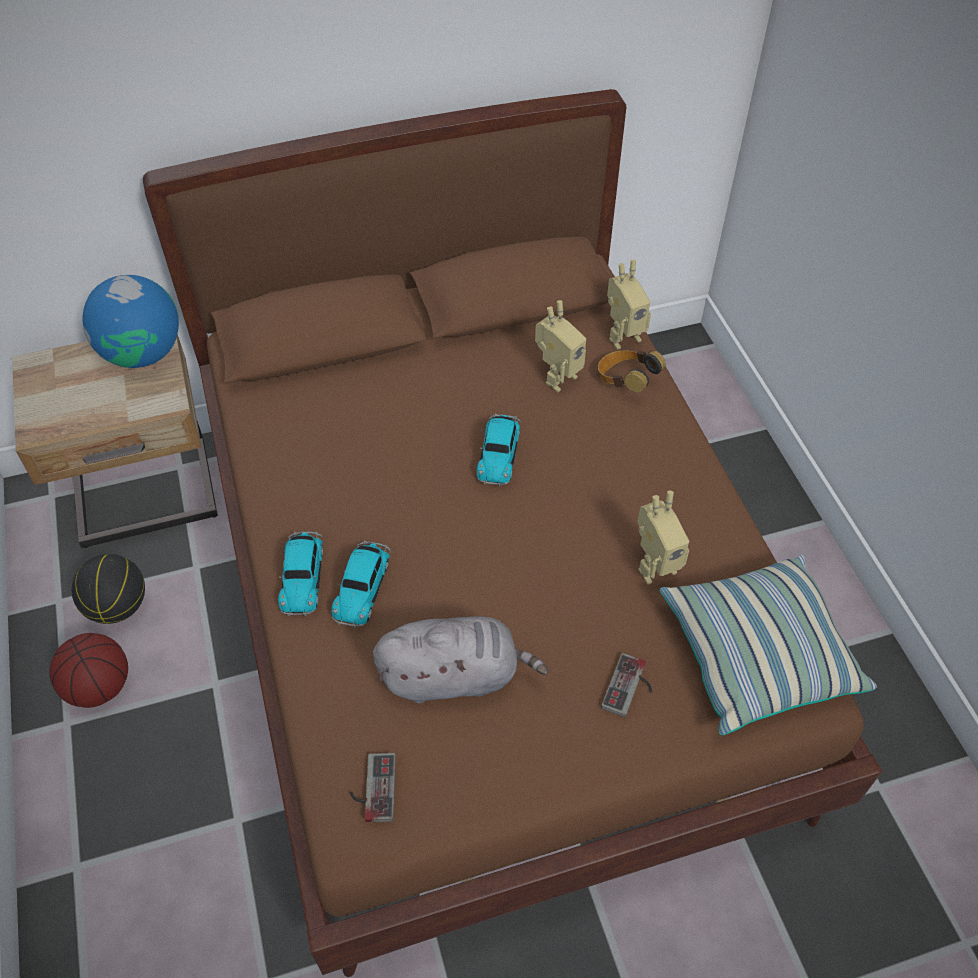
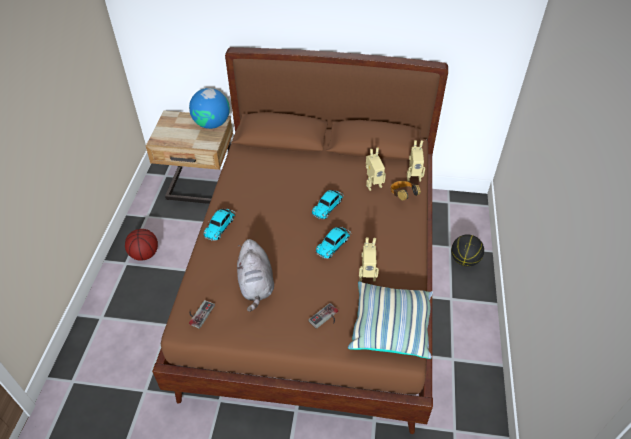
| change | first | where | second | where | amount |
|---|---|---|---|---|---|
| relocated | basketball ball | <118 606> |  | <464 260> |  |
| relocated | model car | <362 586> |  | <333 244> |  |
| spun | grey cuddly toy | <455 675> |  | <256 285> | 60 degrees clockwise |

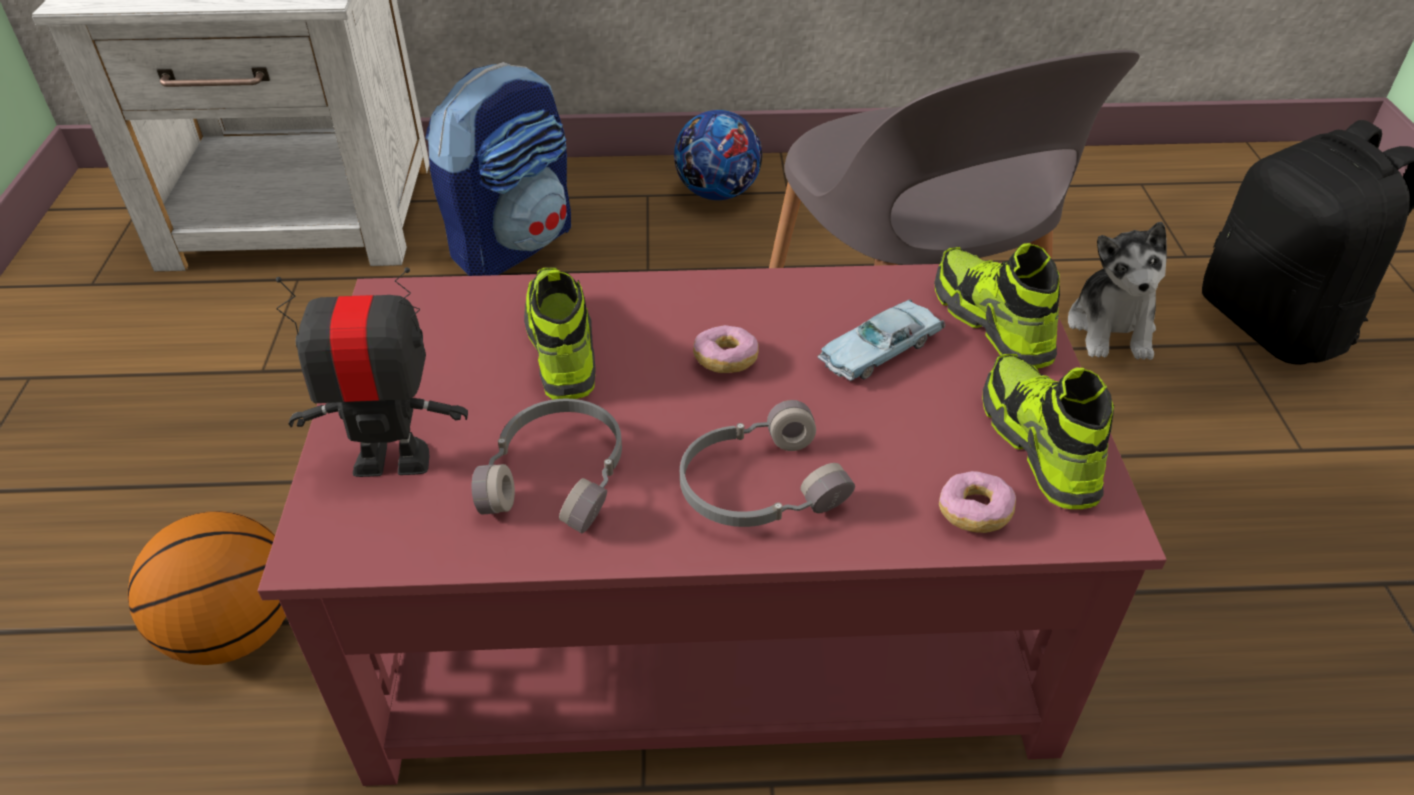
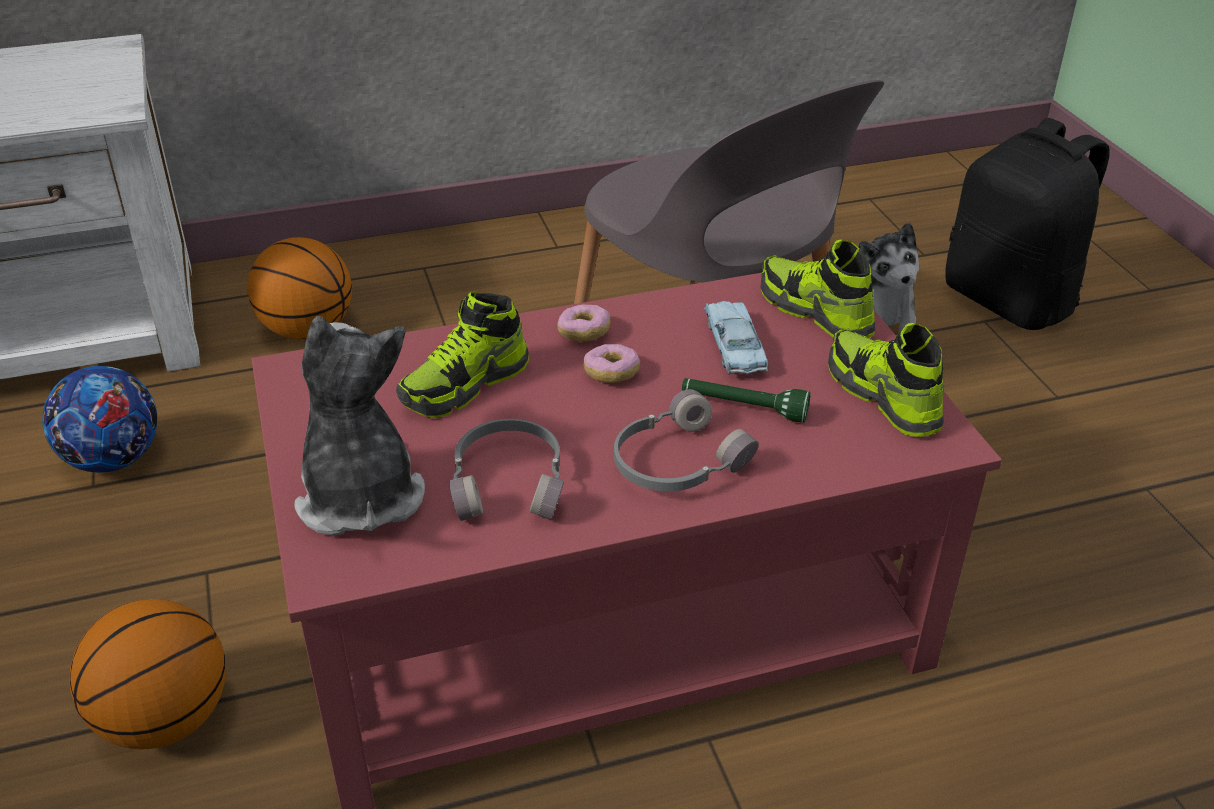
| change | first | where | second | where | amount |
|---|---|---|---|---|---|
| appeared |  |  | greenish flashlight | <743 408> |  |
| relocated | ball for football | <717 193> |  | <113 459> |  |
| relocated | donut | <974 513> |  | <584 333> |  |
| exchanged | robot figure | <392 460> | cuddly toy | <359 495> |  |
| exchanged | knapsack | <513 243> | basketball ball | <307 330> |  |
| spun | item of footwear | <560 347> |  | <465 385> | 105 degrees counterclockwise |
| spun | blue-coloured model car | <880 350> |  | <734 346> | 135 degrees clockwise |

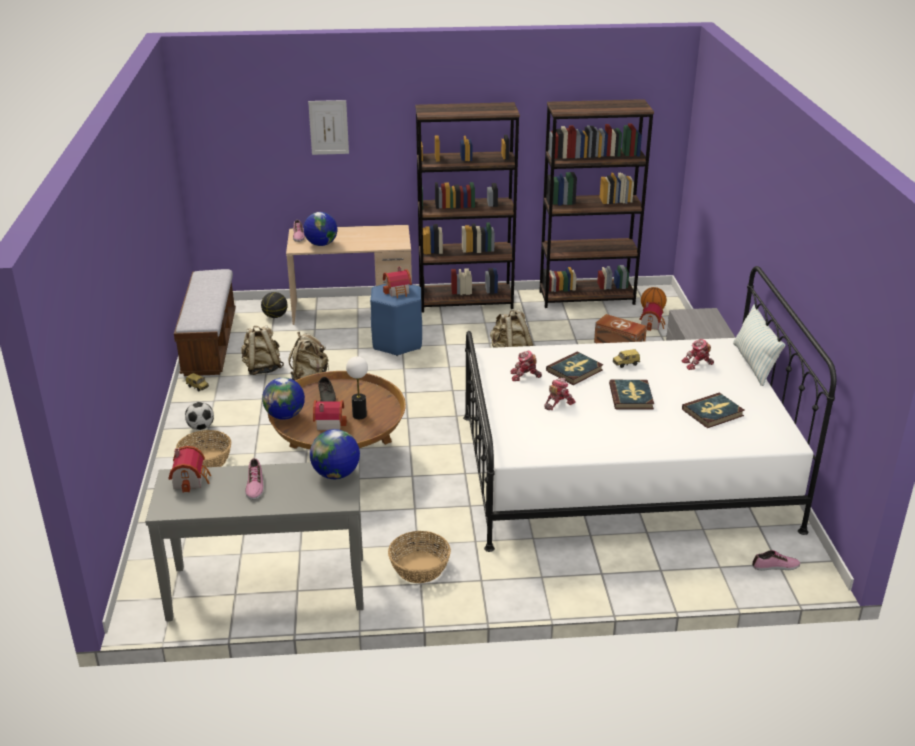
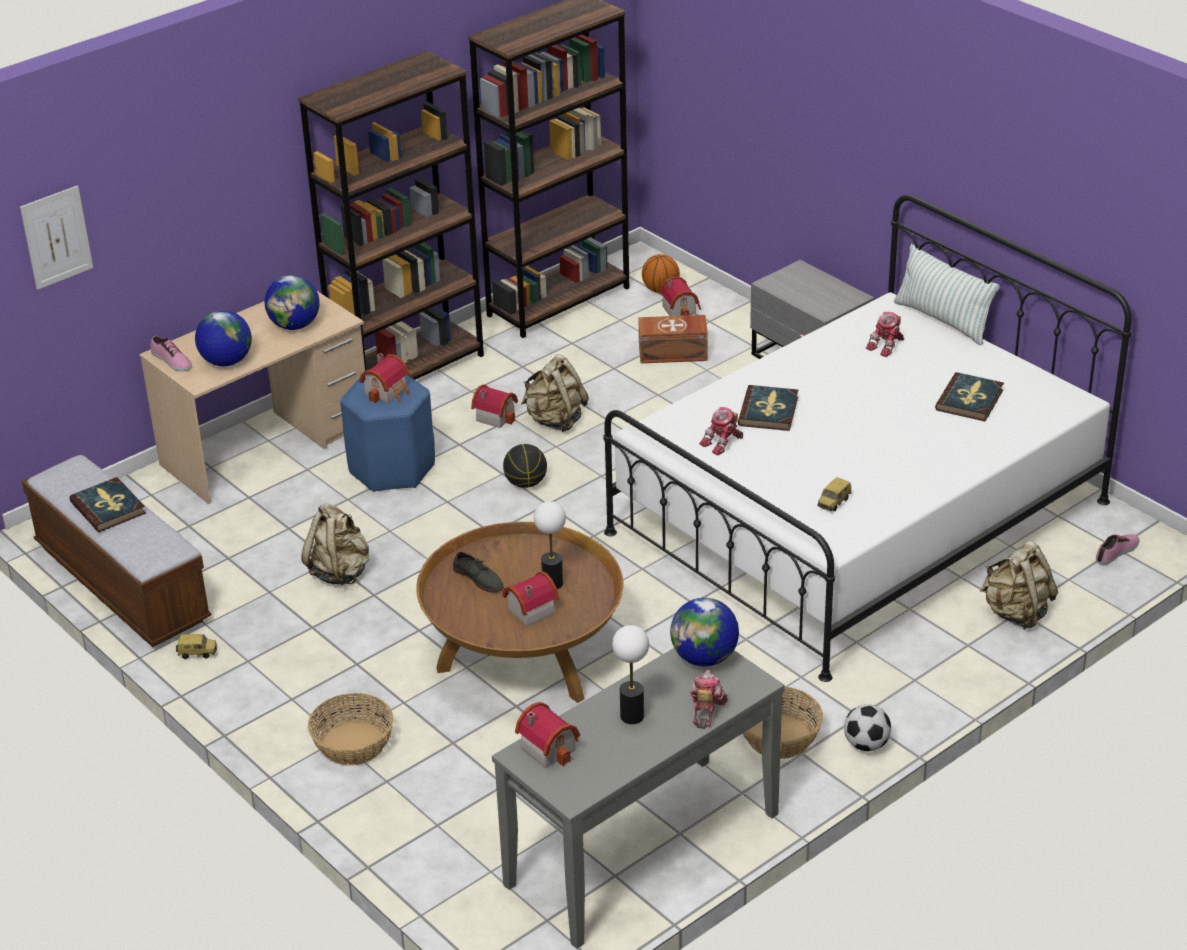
| change | first | where | second | where | amount |
|---|---|---|---|---|---|
| appeared |  |  | model house | <495 416> |  |
| relocated | ball for football | <201 427> |  | <866 745> |  |
| relocated | beige-coloured knapsack | <262 369> |  | <1016 613> |  |
| relocated | basketball ball | <275 316> |  | <526 483> |  |
| relocated | desk globe | <285 416> |  | <295 325> |  |
| relocated | wall art | <328 127> |  | <56 237> |  |
| relocated | robot figure | <558 403> |  | <706 710> |  |
| relocated | book | <631 397> |  | <108 508> |  |
| relocated | model car | <626 364> |  | <834 503> |  |
| exchanged | item of footwear | <254 485> | tabletop lamp | <632 716> |  |

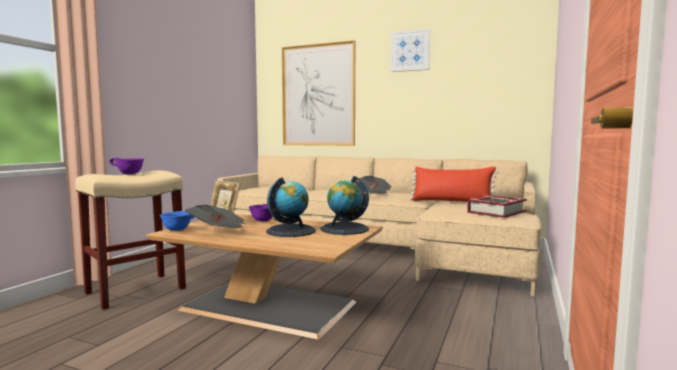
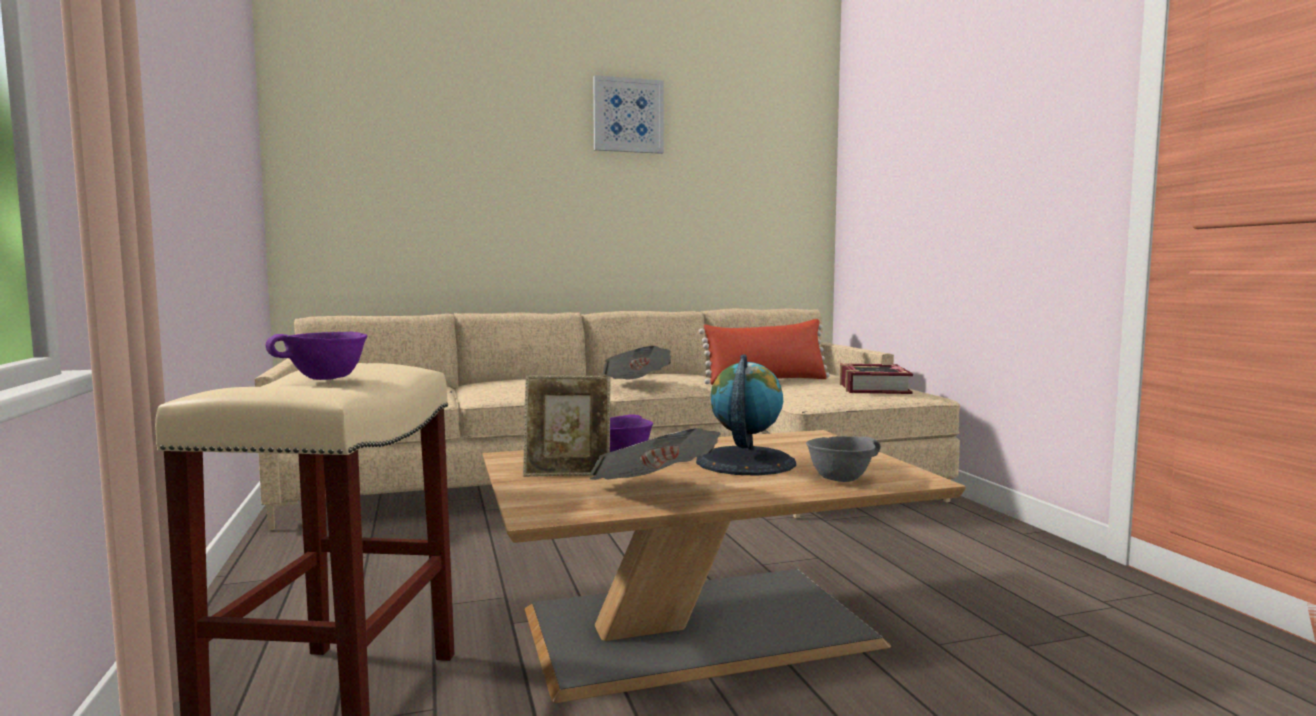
| change | first | where | second | where | amount |
|---|---|---|---|---|---|
| missing | blue-coloured bowl | <177 230> |  |  |  |
| missing | wall art | <318 95> |  |  |  |
| missing | desk globe | <344 229> |  |  |  |
| appeared |  |  | grey bowl | <840 479> |  |

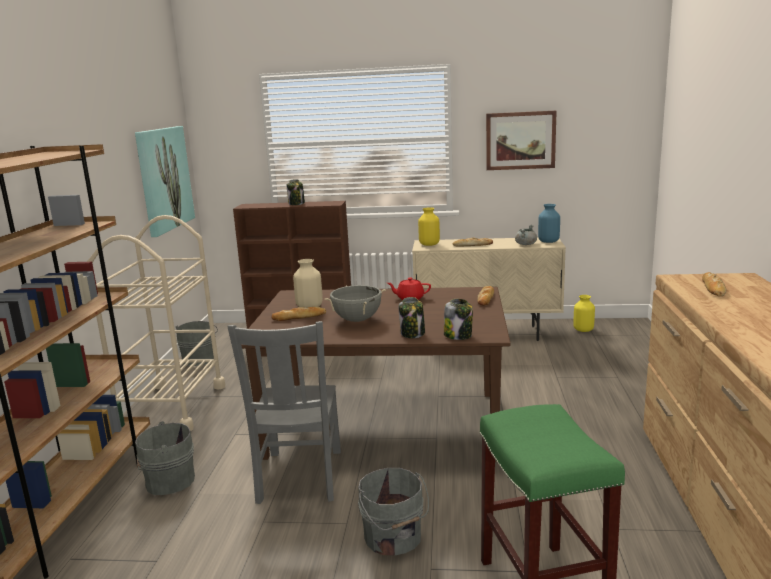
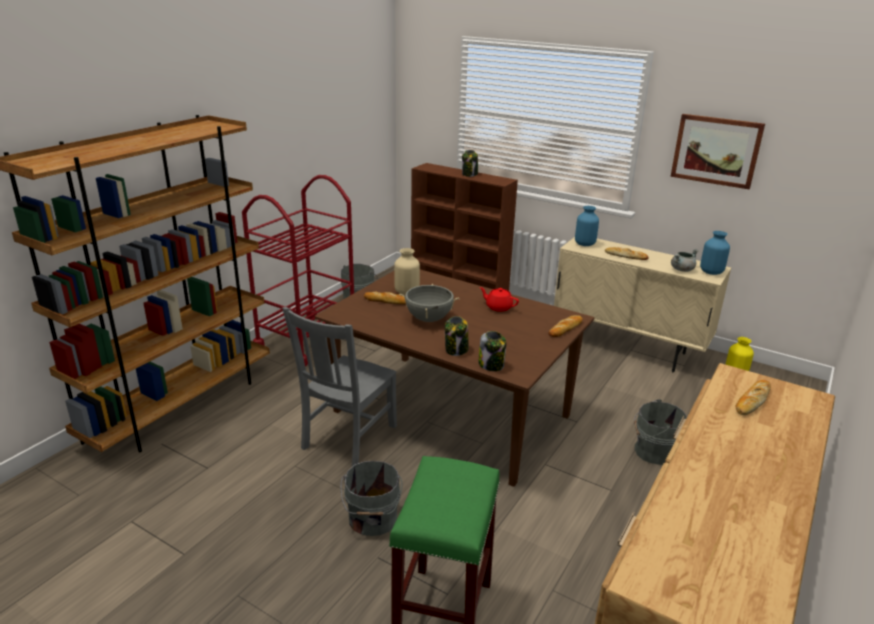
| change | first | where | second | where | amount |
|---|---|---|---|---|---|
| missing | wall art | <164 179> |  |  |  |
| relocated | grey water bucket | <167 481> |  | <653 451> |  |
| colour | beige-coloured cart | <172 407> | red-coloured cart | <307 339> |  |
| colour | yellowish flower vase | <429 244> | blue-coloured flower vase | <585 244> |  |

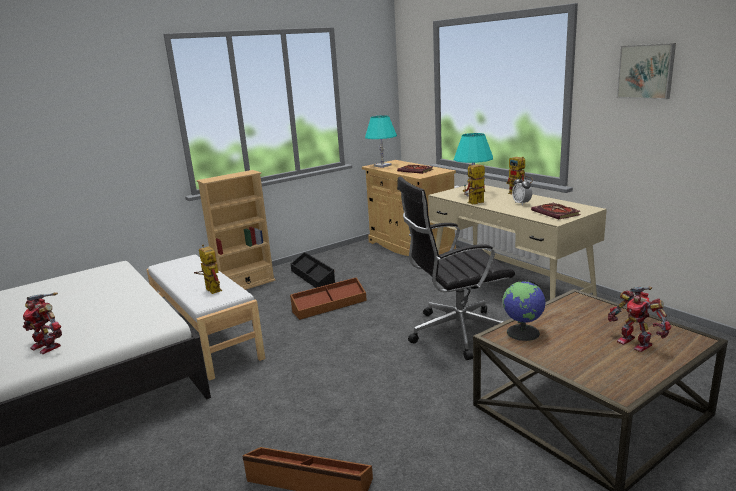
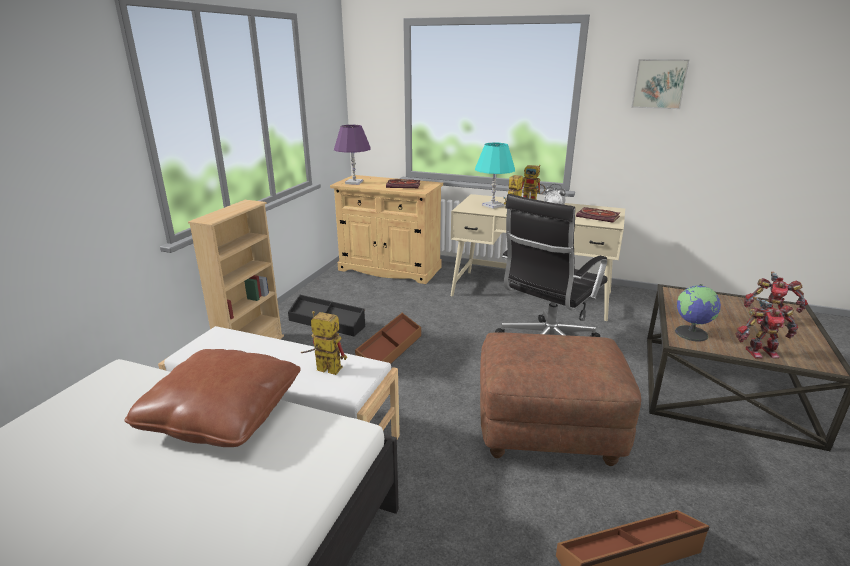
| change | first | where | second | where | amount |
|---|---|---|---|---|---|
| appeared |  |  | brown-coloured throw pillow | <223 414> |  |
| appeared |  |  | brown-coloured pouffe | <548 430> |  |
| relocated | robot figure | <48 346> |  | <760 352> |  |
| colour | blue-green tabletop lamp | <382 166> | purplish tabletop lamp | <354 182> |  |

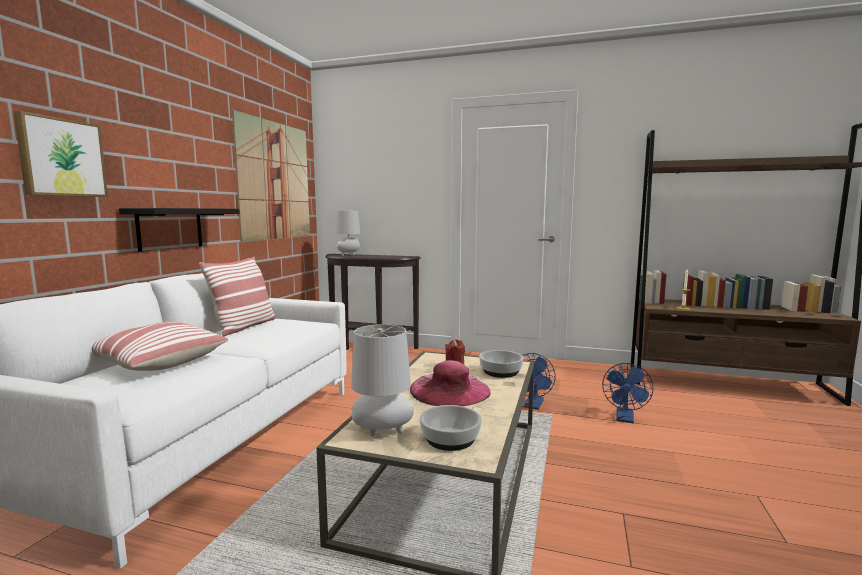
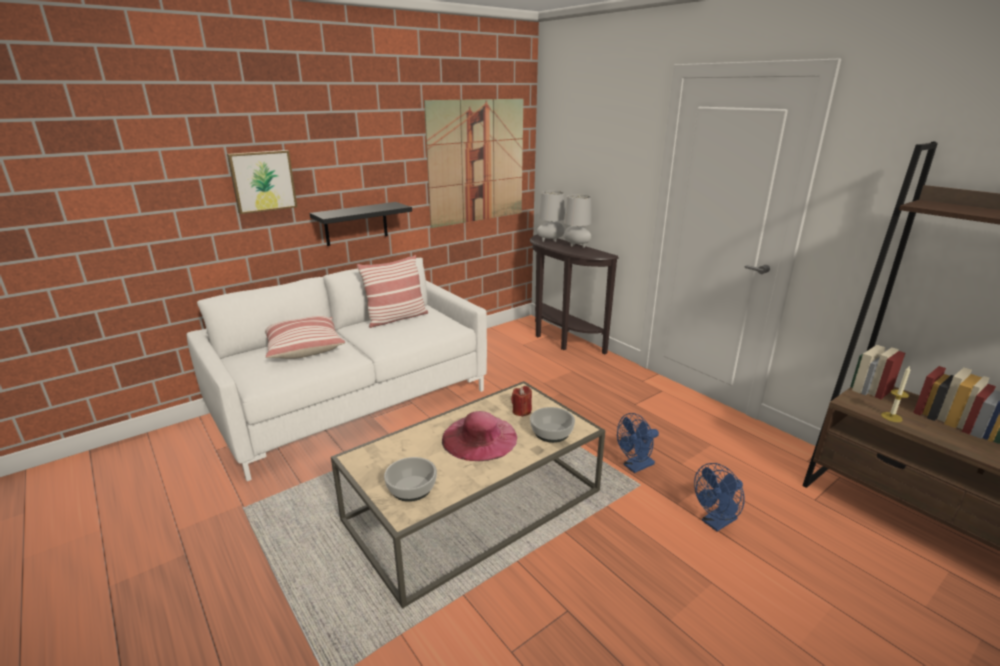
| change | first | where | second | where | amount |
|---|---|---|---|---|---|
| relocated | grey tabletop lamp | <382 433> |  | <576 246> |  |

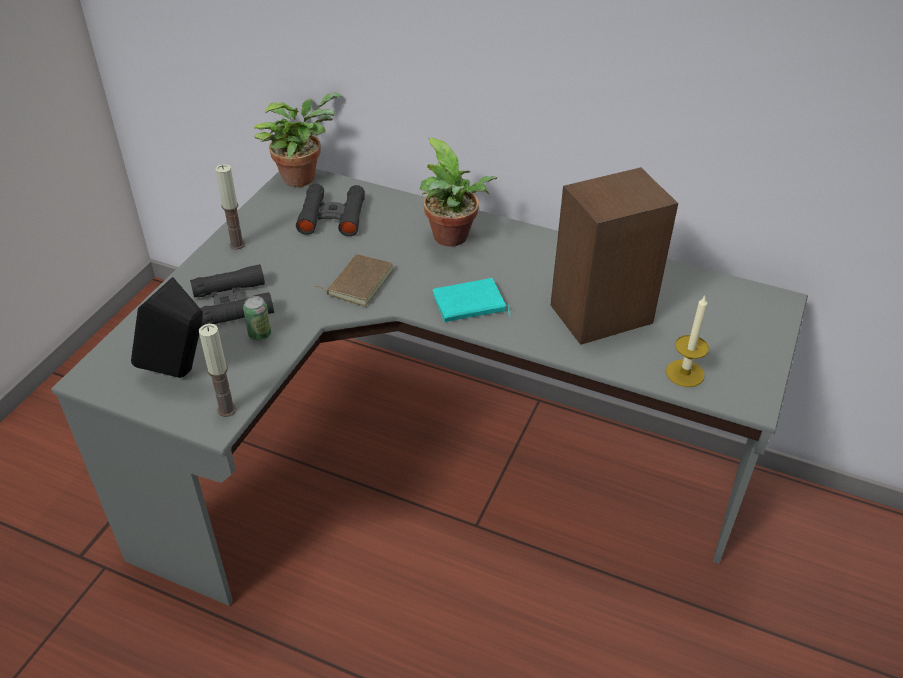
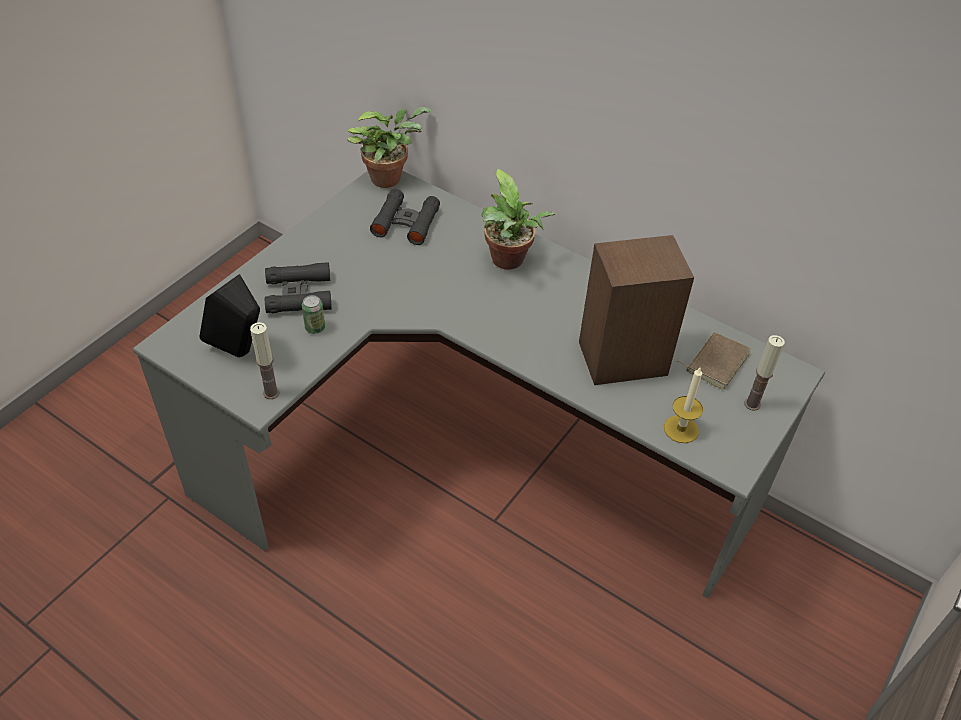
| change | first | where | second | where | amount |
|---|---|---|---|---|---|
| missing | blue-green book | <469 305> |  |  |  |
| relocated | wax candle | <237 244> |  | <752 404> |  |
| relocated | brown-coloured book | <358 282> |  | <715 362> |  |

